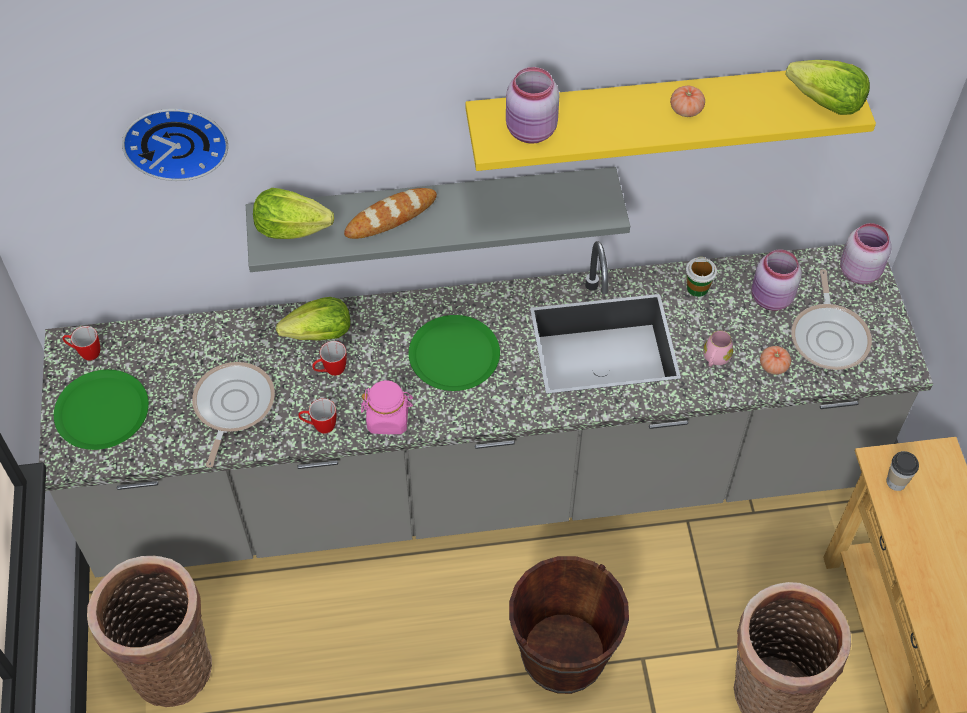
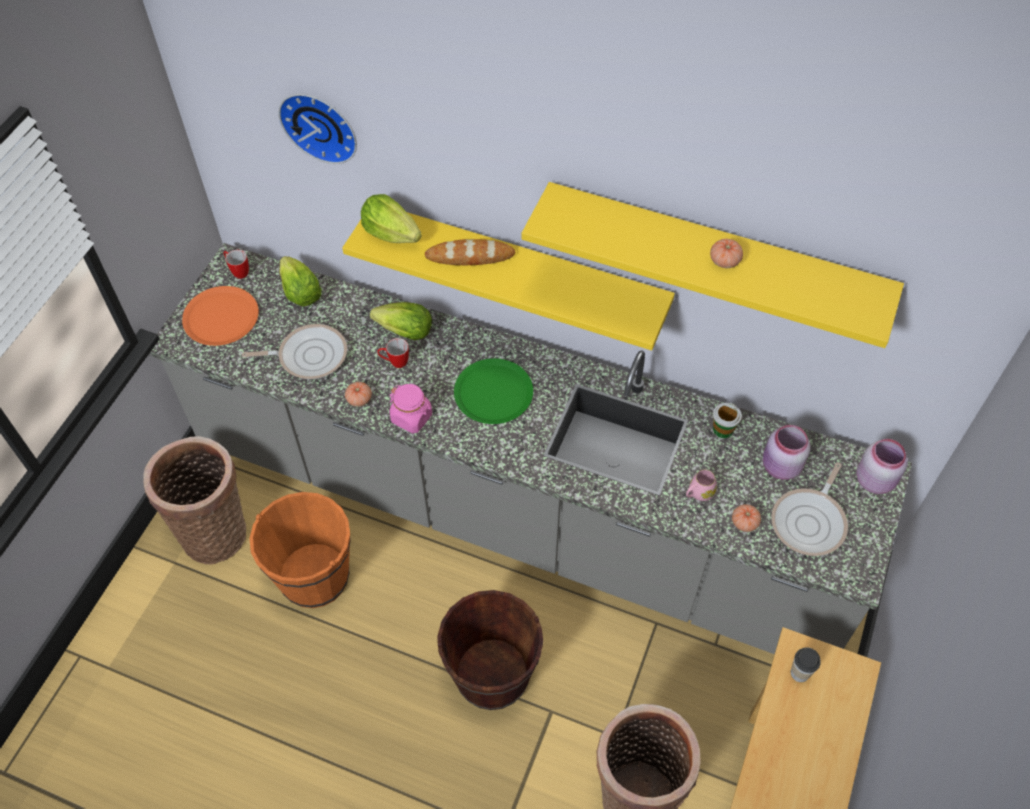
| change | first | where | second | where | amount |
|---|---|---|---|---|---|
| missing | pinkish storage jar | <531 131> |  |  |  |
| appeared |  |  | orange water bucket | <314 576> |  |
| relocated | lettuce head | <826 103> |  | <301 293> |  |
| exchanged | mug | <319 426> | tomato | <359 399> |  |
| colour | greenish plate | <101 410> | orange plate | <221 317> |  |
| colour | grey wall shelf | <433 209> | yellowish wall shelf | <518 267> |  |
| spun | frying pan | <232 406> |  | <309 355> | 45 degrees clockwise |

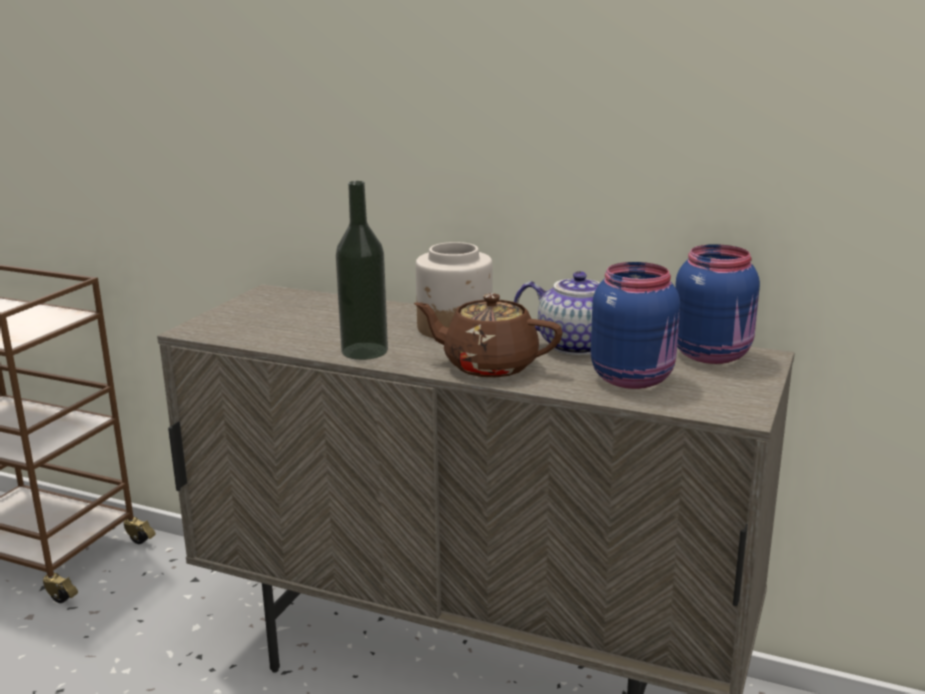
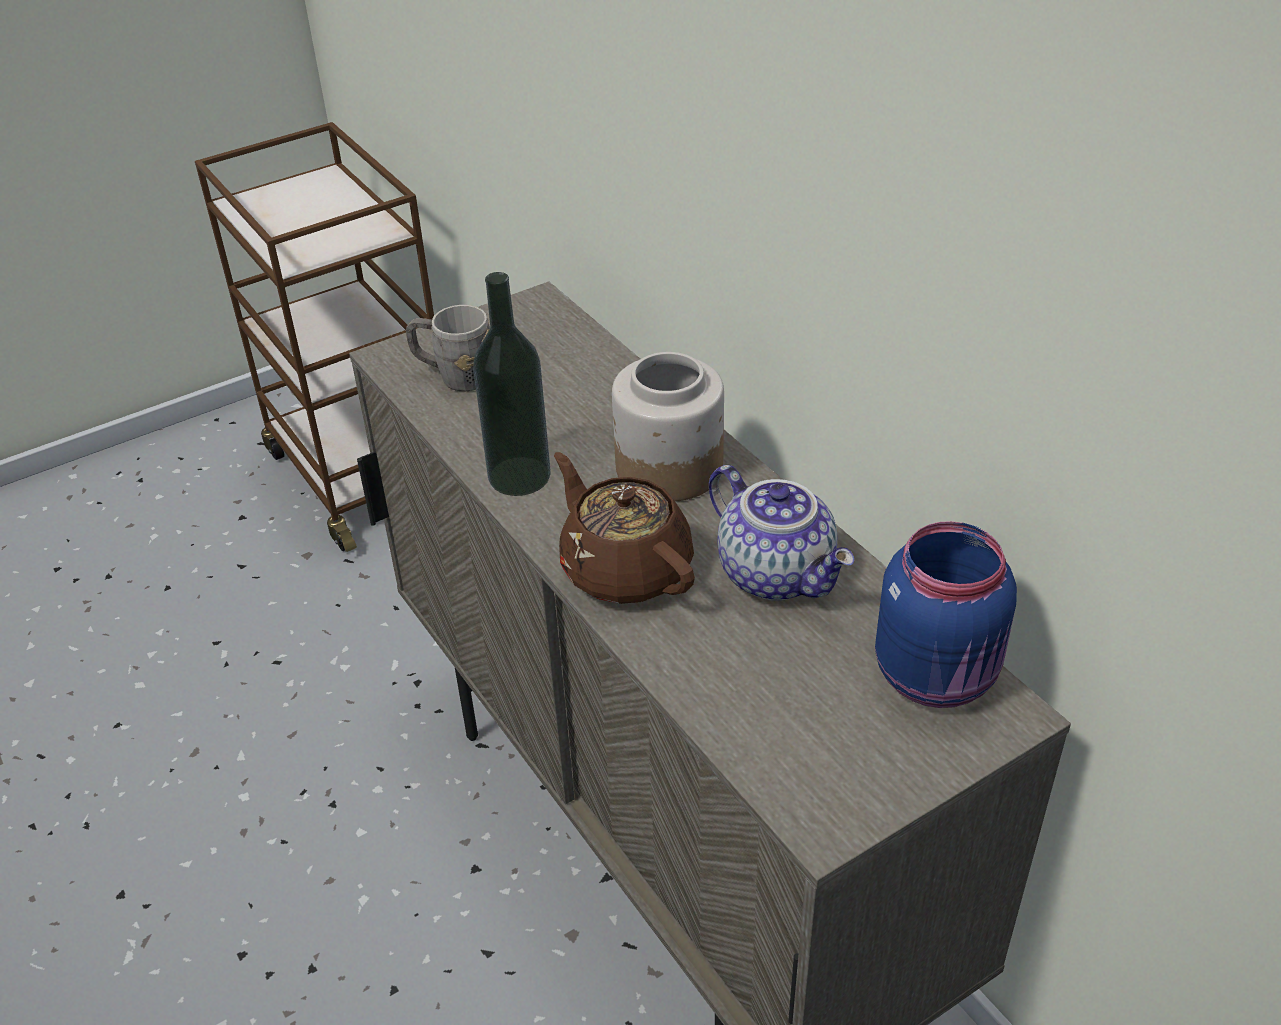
| change | first | where | second | where | amount |
|---|---|---|---|---|---|
| missing | blue-coloured storage jar | <634 378> |  |  |  |
| appeared |  |  | grey mug | <455 376> |  |

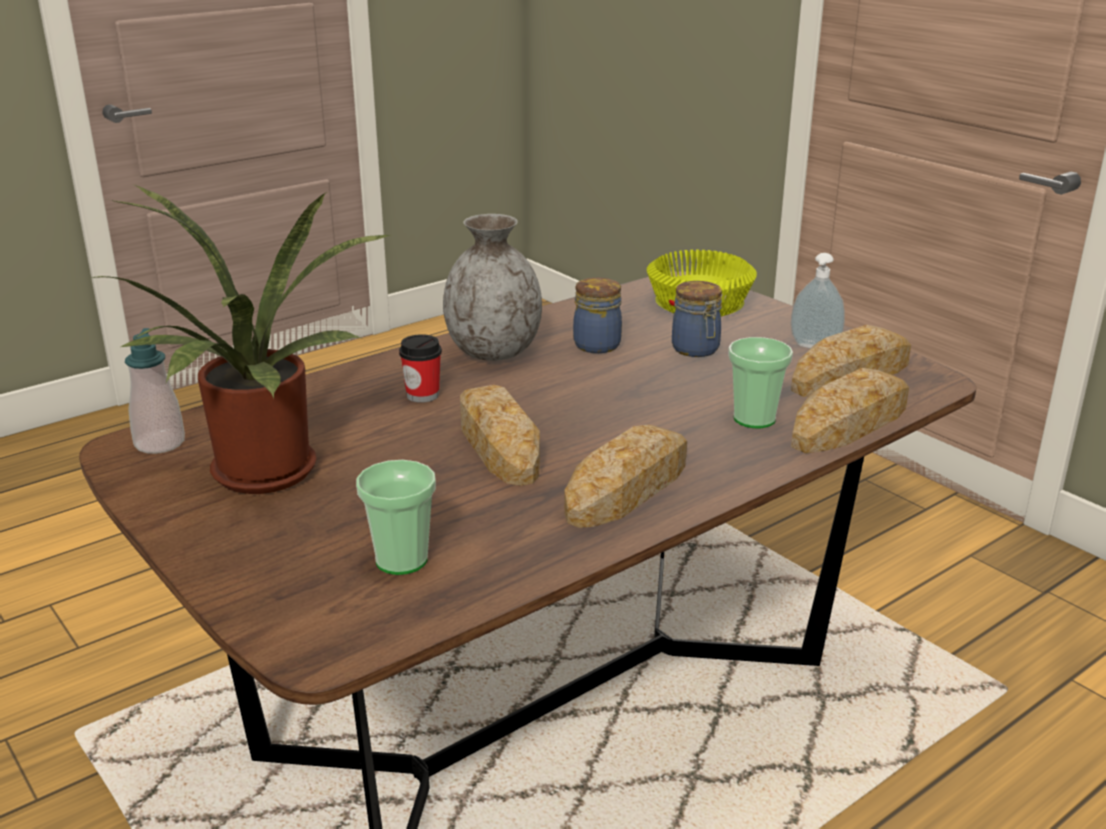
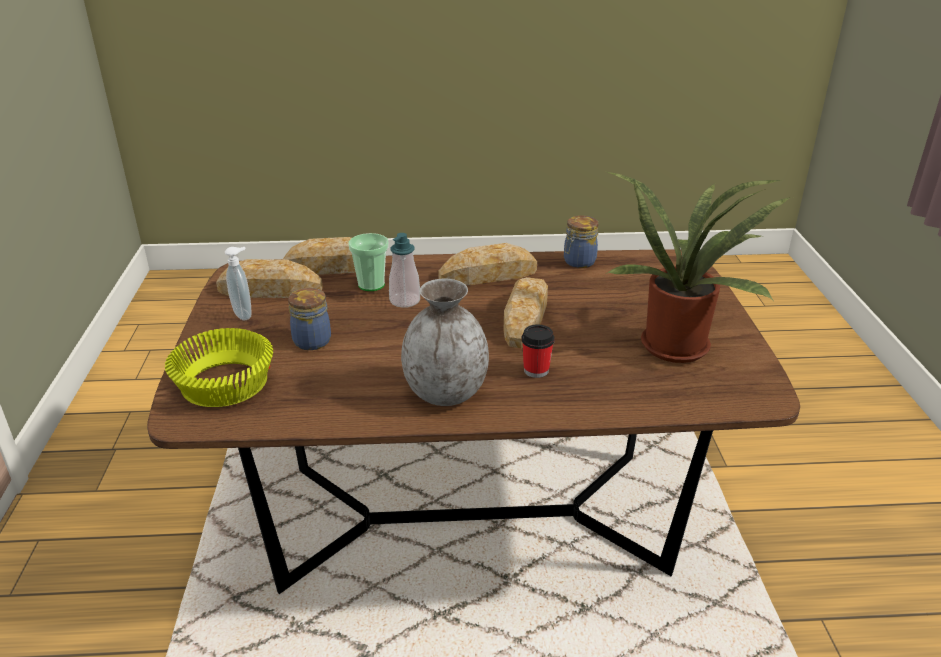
| change | first | where | second | where | amount |
|---|---|---|---|---|---|
| missing | small cup | <401 560> |  |  |  |
| relocated | liquid soap bottle | <160 443> |  | <405 300> |  |
| relocated | storage jar | <597 344> |  | <578 262> |  |

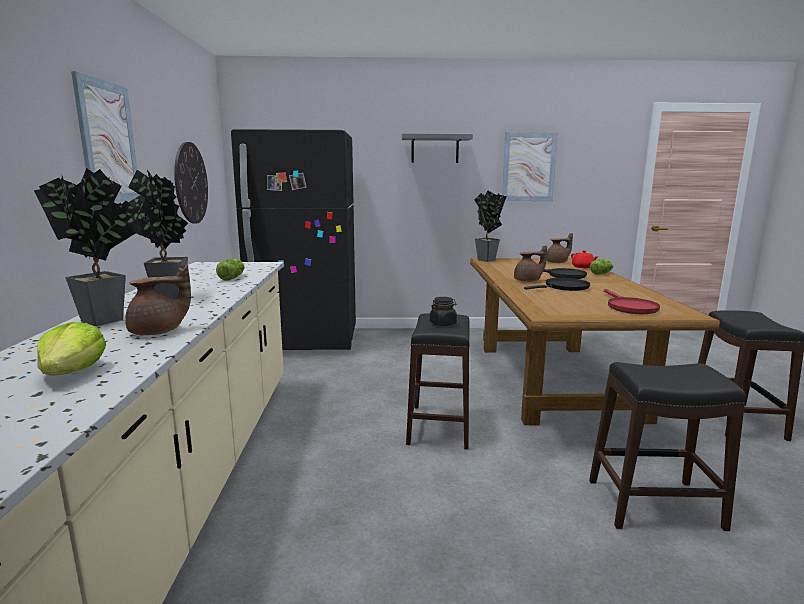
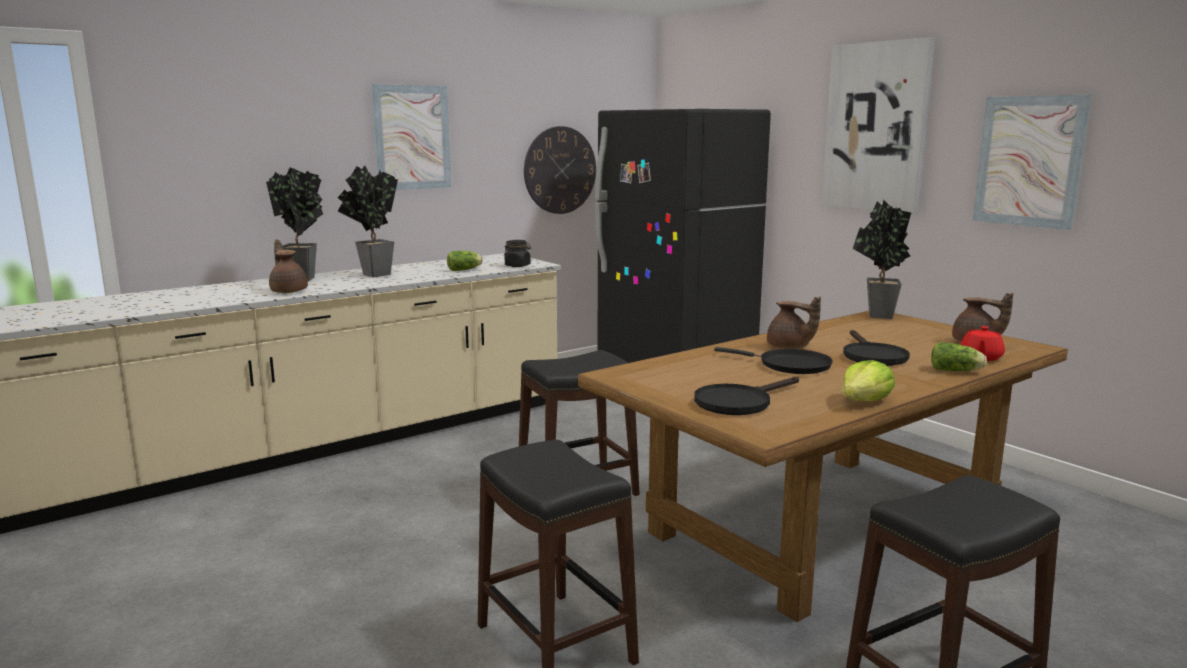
| change | first | where | second | where | amount |
|---|---|---|---|---|---|
| relocated | lettuce head | <73 372> |  | <864 401> |  |
| relocated | black-coloured storage jar | <443 323> |  | <518 266> |  |
| exchanged | grey wall shelf | <435 149> | wall art | <876 127> |  |
| colour | red-coloured frying pan | <628 307> | black-coloured frying pan | <739 402> |  |
| spun | brown-coloured pot for tea | <158 332> |  | <289 291> | 150 degrees counterclockwise |

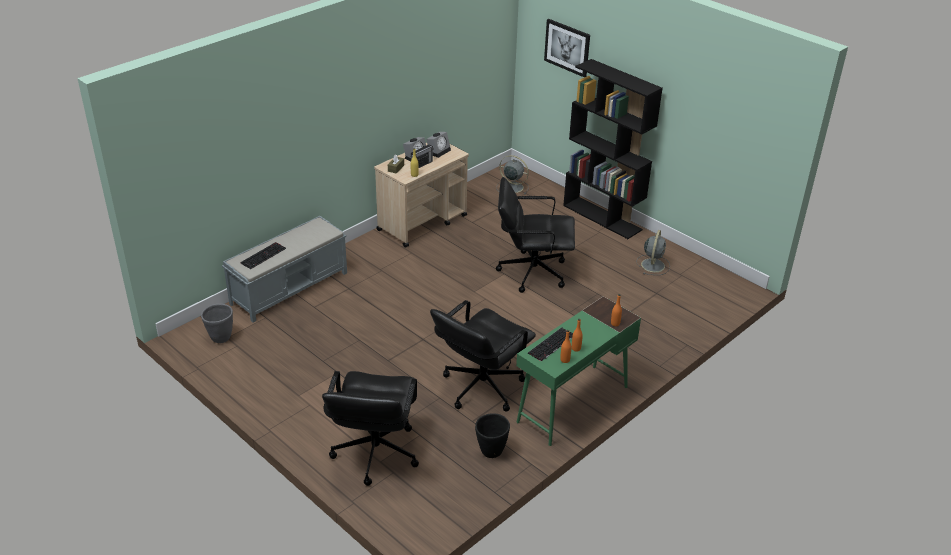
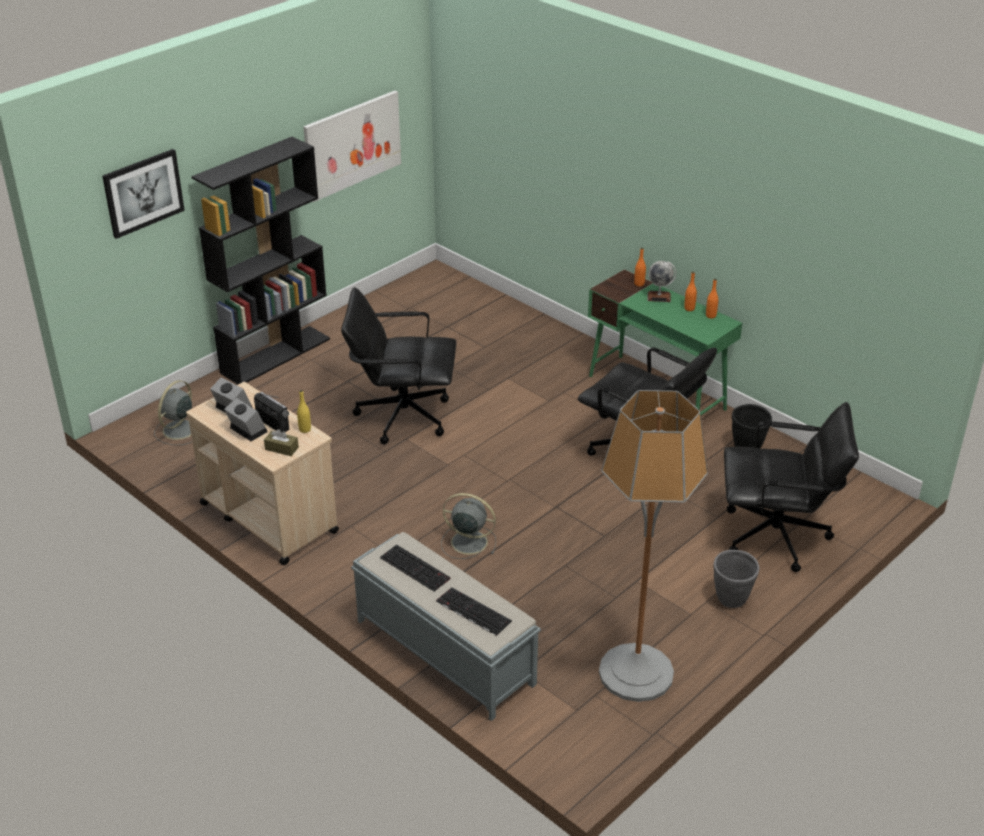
| change | first | where | second | where | amount |
|---|---|---|---|---|---|
| appeared |  |  | wall art | <352 145> |  |
| appeared |  |  | standing lamp | <635 673> |  |
| appeared |  |  | desk globe | <659 297> |  |
| relocated | grey plant pot | <220 338> |  | <731 600> |  |
| relocated | PC keyboard | <551 345> |  | <416 568> |  |
| relocated | grey electric fan | <653 264> |  | <467 542> |  |
| spun | black-coloured office chair | <532 272> |  | <402 415> | 90 degrees clockwise |

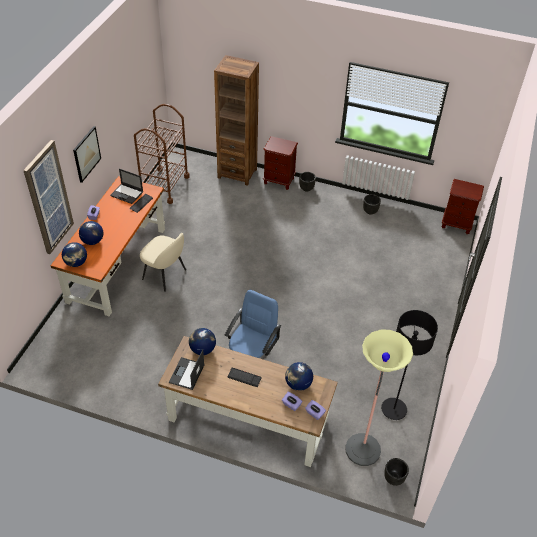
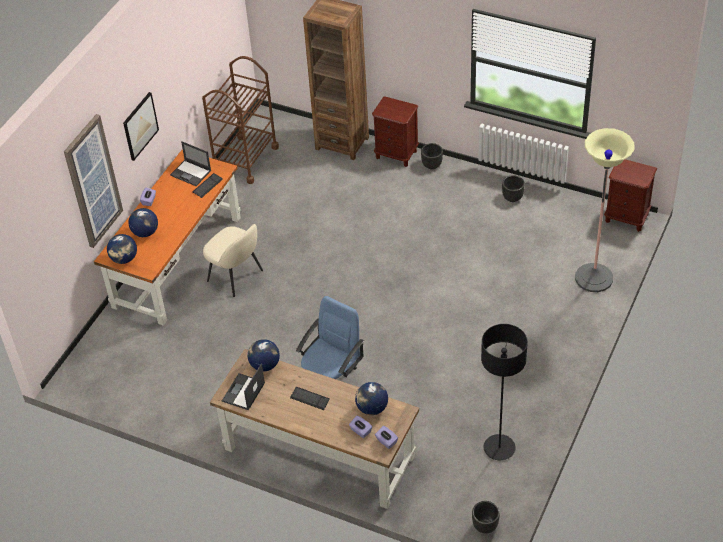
| change | first | where | second | where | amount |
|---|---|---|---|---|---|
| relocated | standing lamp | <362 449> |  | <593 278> |  |

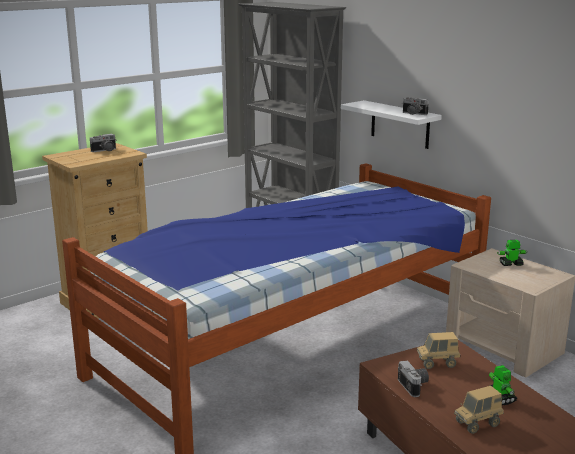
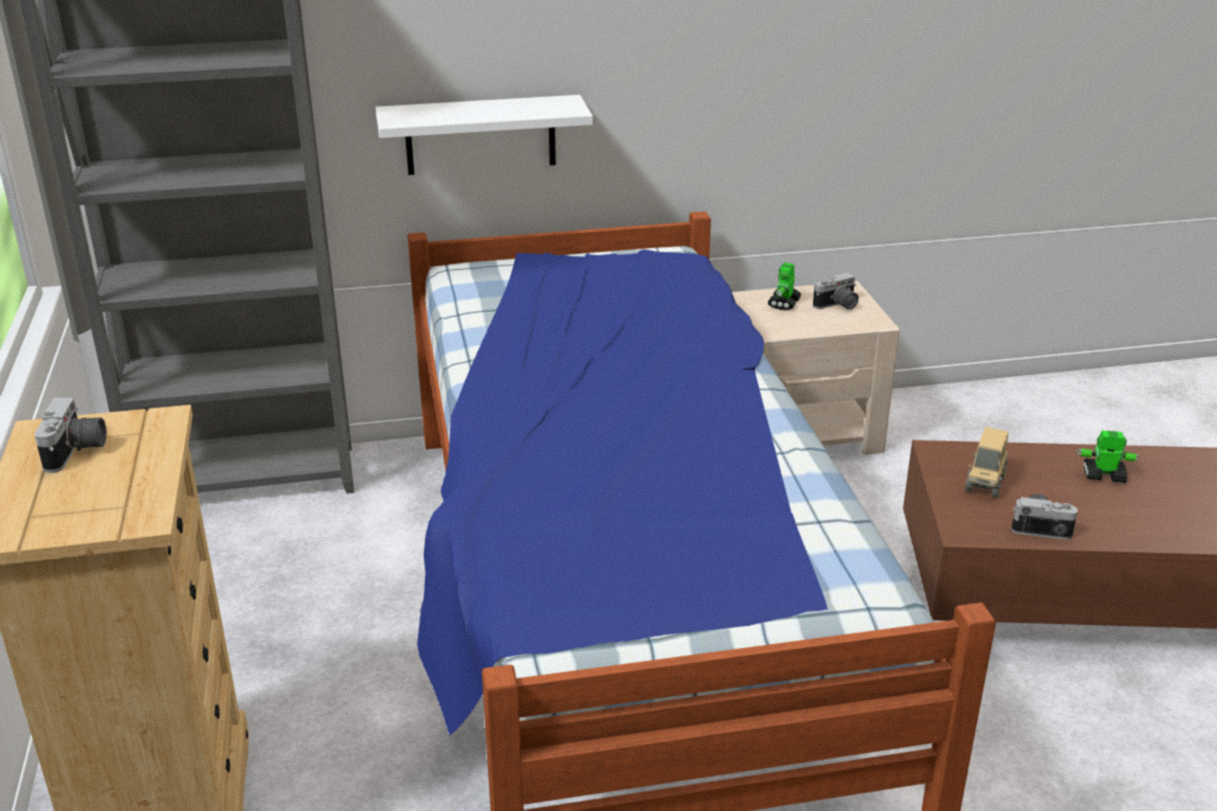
| change | first | where | second | where | amount |
|---|---|---|---|---|---|
| missing | toy truck | <477 424> |  |  |  |
| relocated | photo camera | <413 114> |  | <837 306> |  |

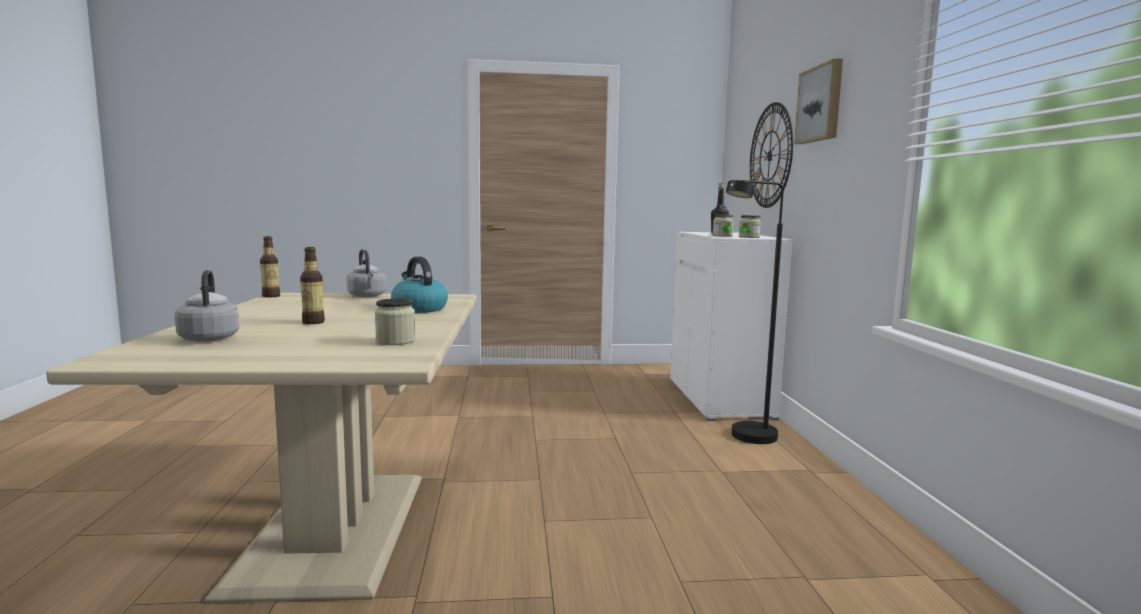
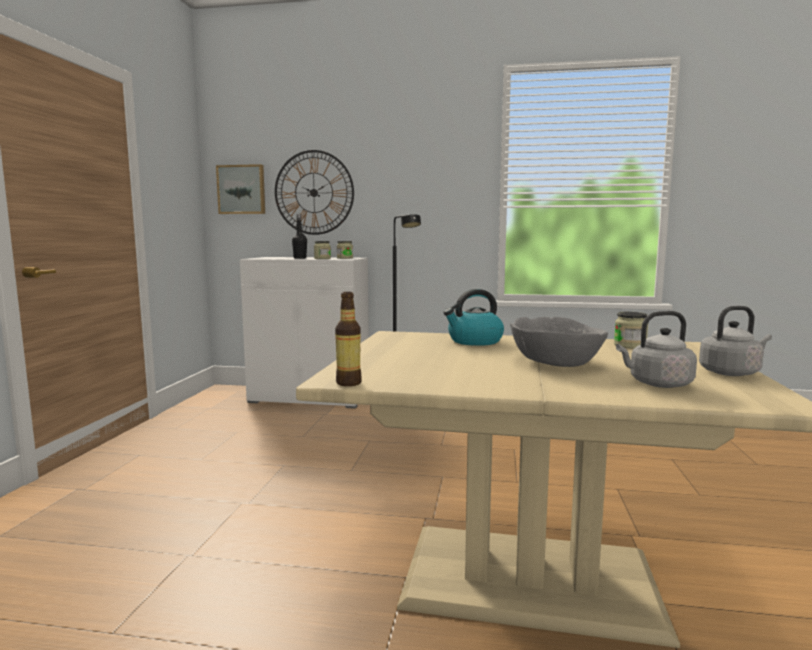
| change | first | where | second | where | amount |
|---|---|---|---|---|---|
| relocated | grey water kettle | <367 296> |  | <731 372> |  |
| relocated | wall art | <821 104> |  | <242 189> |  |
| exchanged | bottle | <313 322> | grey bowl | <556 362> |  |

